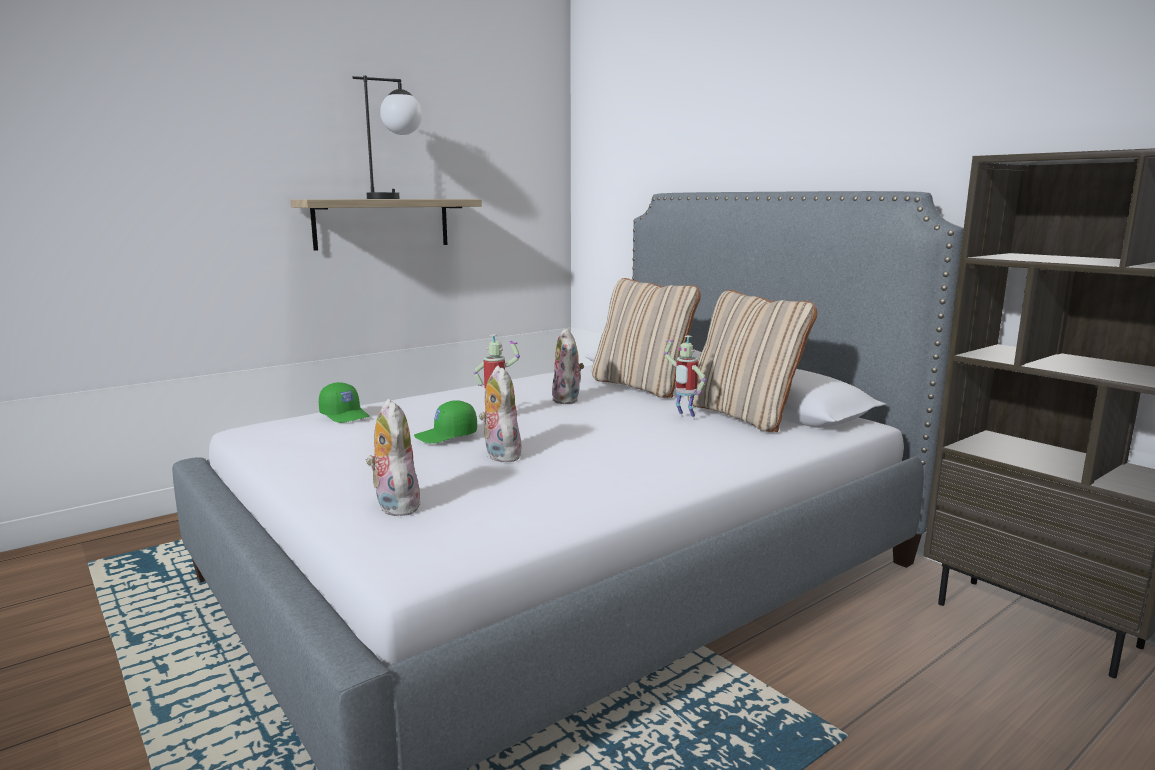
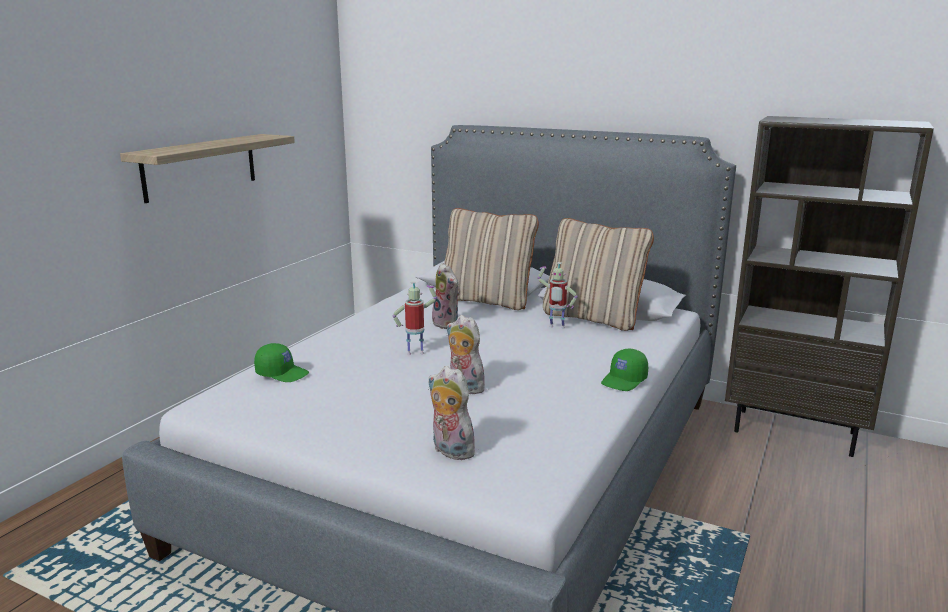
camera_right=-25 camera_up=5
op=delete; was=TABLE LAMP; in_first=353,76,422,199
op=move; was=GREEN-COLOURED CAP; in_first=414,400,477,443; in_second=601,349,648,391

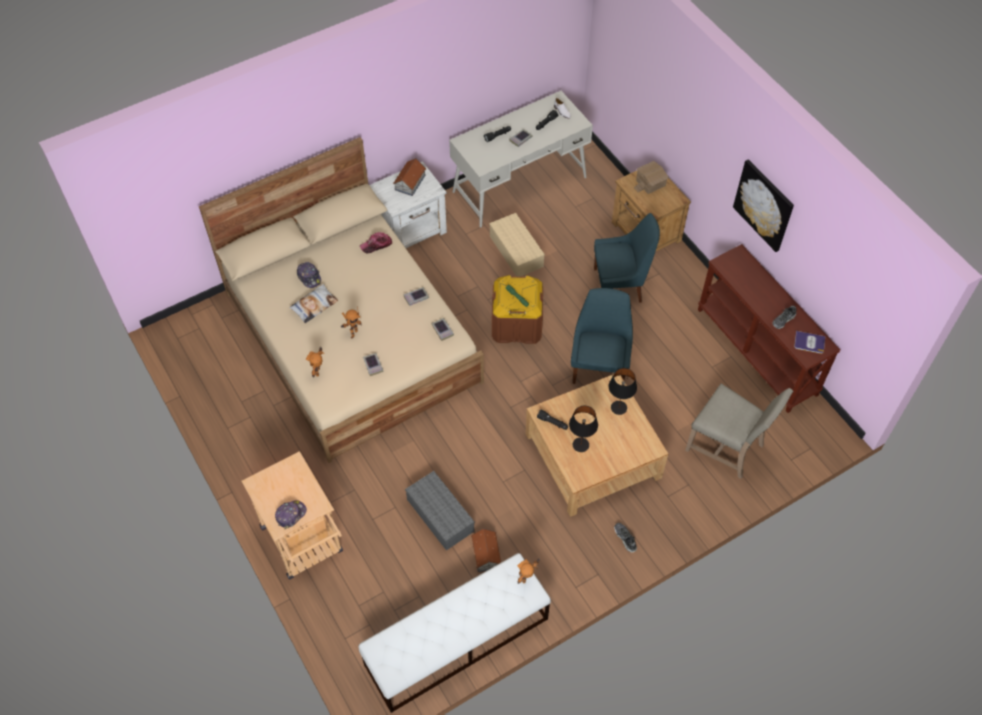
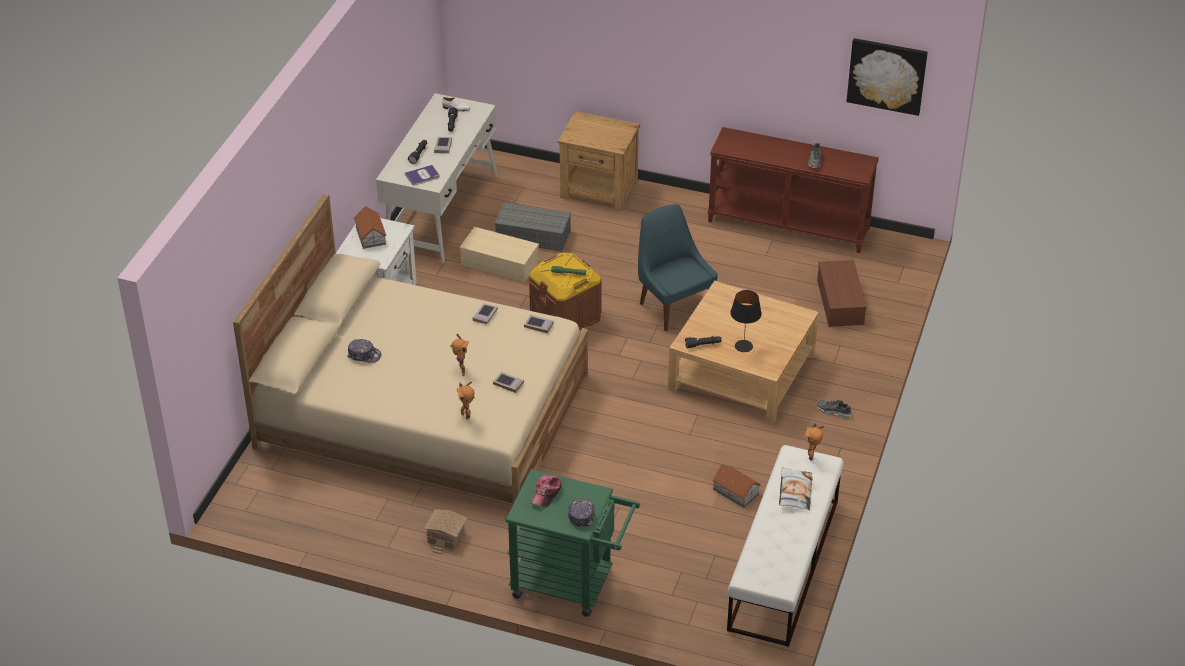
camera_right=-40 camera_up=-15
op=delete; was=BLUISH CHAIR; in_first=594,213,660,303
op=delete; was=BLACKISH TABLE LAMP; in_first=608,368,637,415
op=move; was=PILLOW; in_first=289,284,338,323; in_second=779,467,813,510
op=move; was=CAP; in_first=360,232,392,253; in_second=531,475,562,508
op=move; was=GRAY STORAGE BIN; in_first=405,471,475,550; in_second=494,202,571,251
op=move; was=TOY HOUSE; in_first=634,161,669,194; in_second=424,509,467,554
op=move; was=PICTURE; in_first=733,159,794,252; in_second=847,38,928,116
op=move; was=VOLUME; in_first=794,331,825,354; in_second=405,165,440,185
op=replace; was=BEIGE CHAIR; now=BROWN STORAGE BIN; in_first=685,384,793,479; in_second=817,260,867,327
op=recolor; was=BEIGE CART; now=GREEN-COLOURED CART; in_first=241,451,343,580; in_second=505,469,640,617

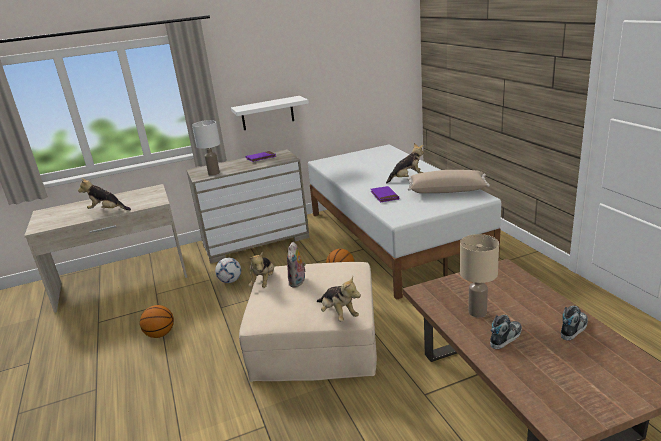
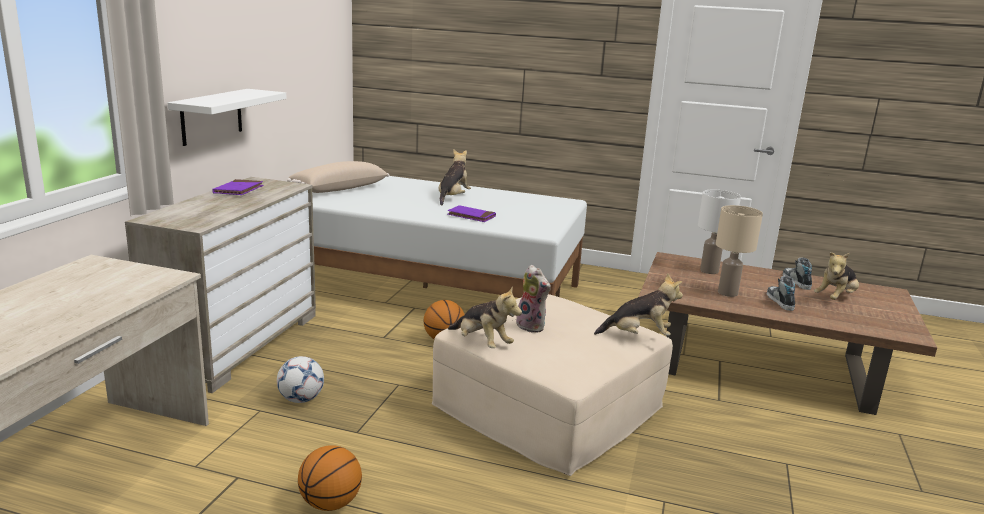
camera_right=-55 camera_up=-5
op=move; was=CUDDLY TOY; in_first=78,178,131,210; in_second=814,252,859,300
op=move; was=WHITISH TABLE LAMP; in_first=192,120,220,176; in_second=698,190,741,274
op=move; was=BEIGE PILLOW; in_first=408,170,490,193; in_second=287,161,389,193

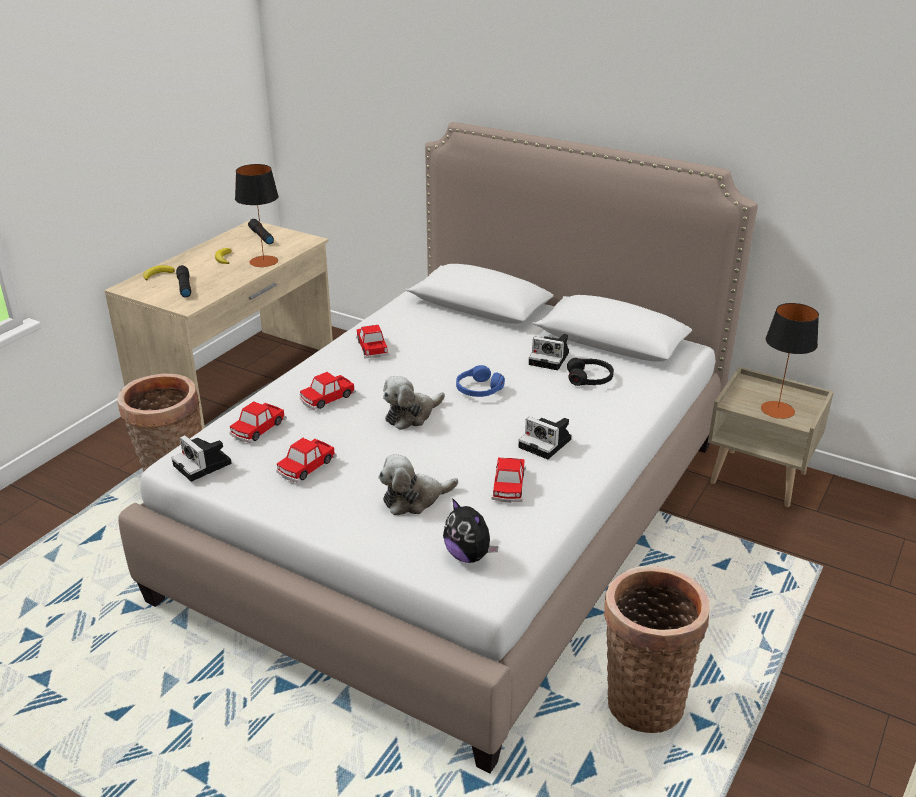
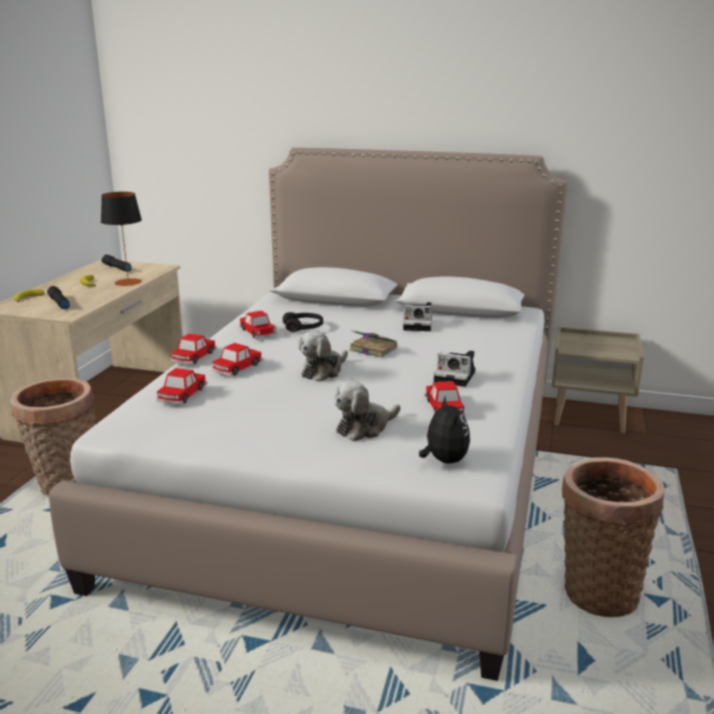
camera_right=-15 camera_up=-10
op=delete; was=STILL CAMERA; in_first=172,435,232,482
op=delete; was=TABLE LAMP; in_first=761,303,819,419
op=move; was=MINIATURE CAR; in_first=276,438,337,483; in_second=171,333,217,365
op=move; was=BLACKISH HEADSET; in_first=567,358,614,386; in_second=283,312,323,332
op=replace; was=BLUISH HEADSET; now=VOLUME; in_first=456,365,505,397; in_second=349,330,397,358
op=rotate; was=CUDDLY TOY; in_first=443,498,499,563; in_second=419,395,470,464; clockwise=-135

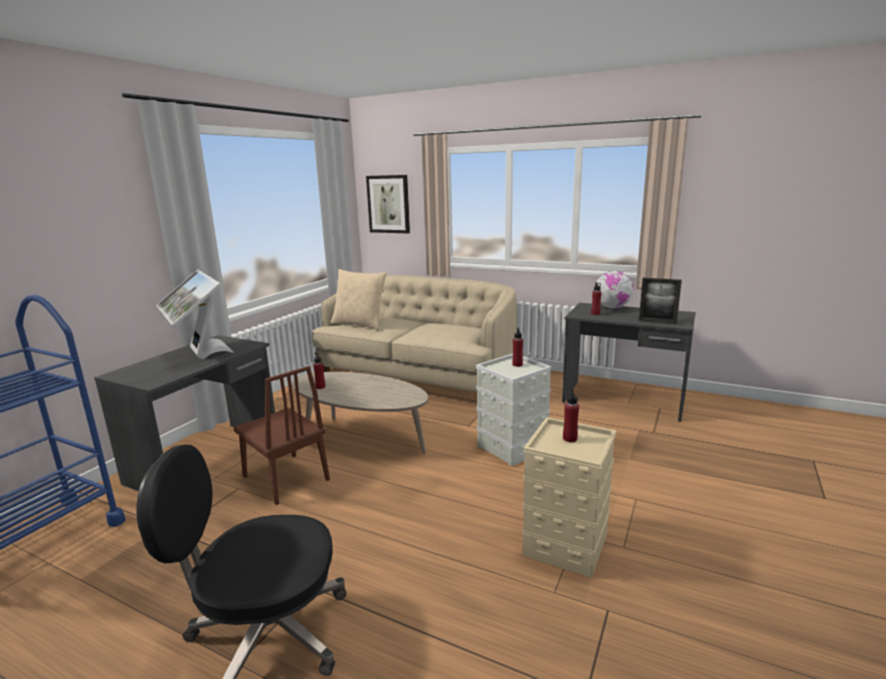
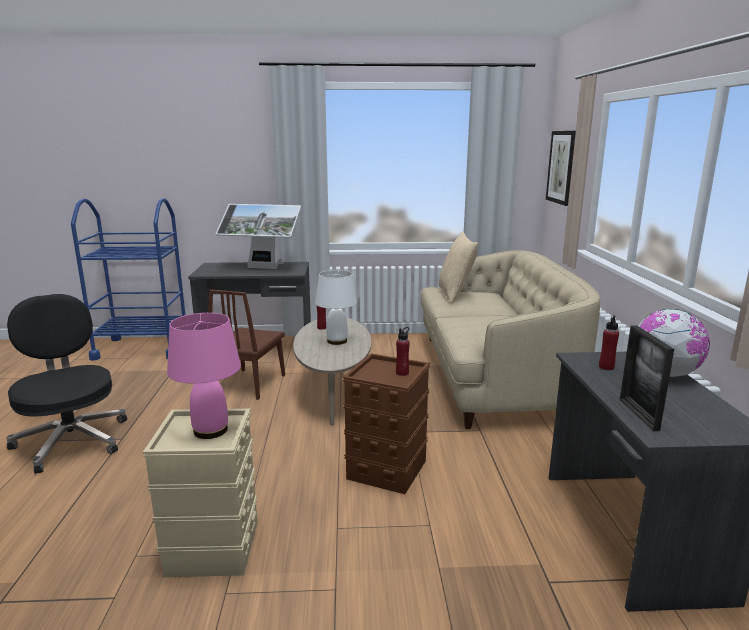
camera_right=60 camera_up=0
op=insert; now=WHITISH TABLE LAMP; in_second=315,270,357,345
op=replace; was=REDDISH DRINK BOTTLE; now=PINK TABLE LAMP; in_first=563,389,579,442; in_second=167,313,241,439
op=recolor; was=GRAY STORAGE BIN; now=BROWN STORAGE BIN; in_first=476,354,552,466; in_second=343,353,430,494
op=rotate; was=COMPUTER DISPLAY; in_first=156,270,234,359; in_second=216,204,301,269; clockwise=-105

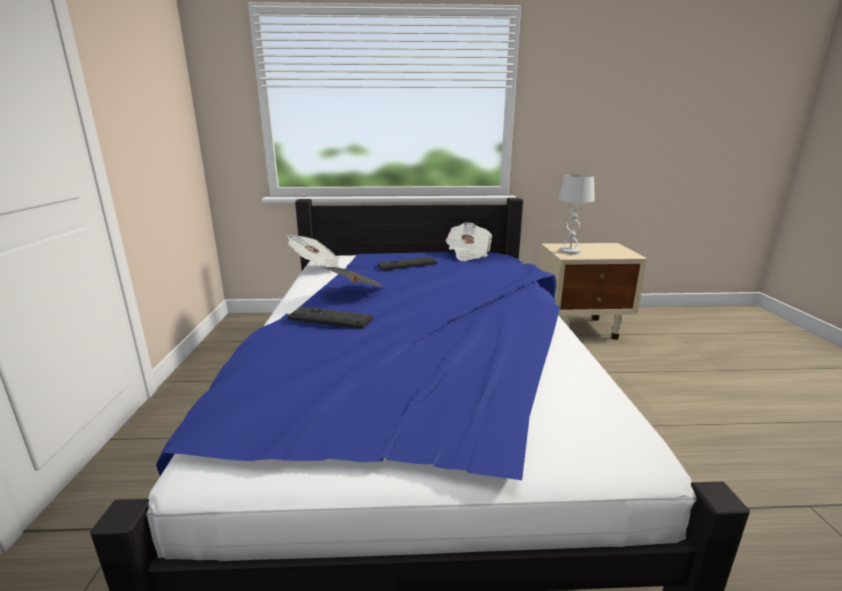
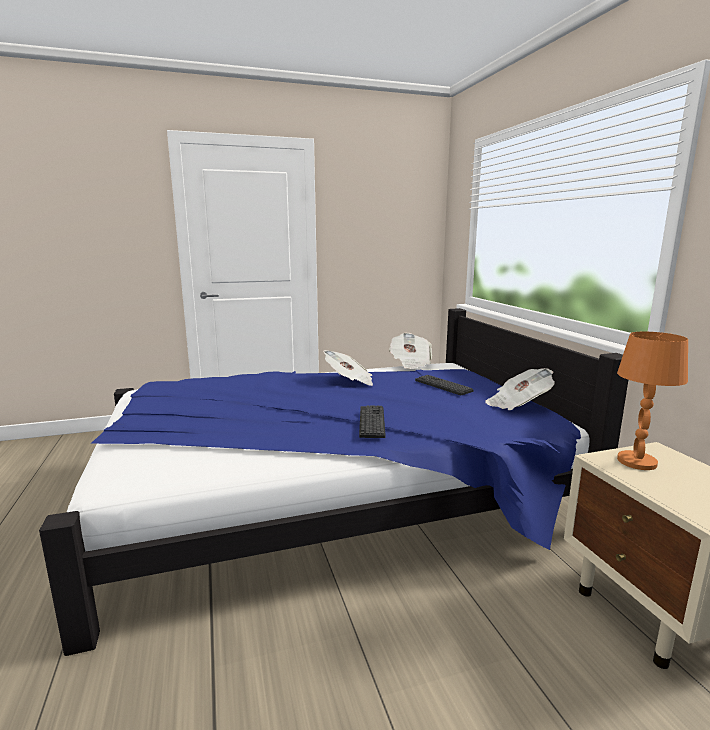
camera_right=75 camera_up=-5
op=move; was=PC KEYBOARD; in_first=287,307,373,329; in_second=359,406,385,438
op=recolor; was=WHITISH TABLE LAMP; now=ORANGE-COLOURED TABLE LAMP; in_first=558,174,595,254; in_second=617,332,688,470

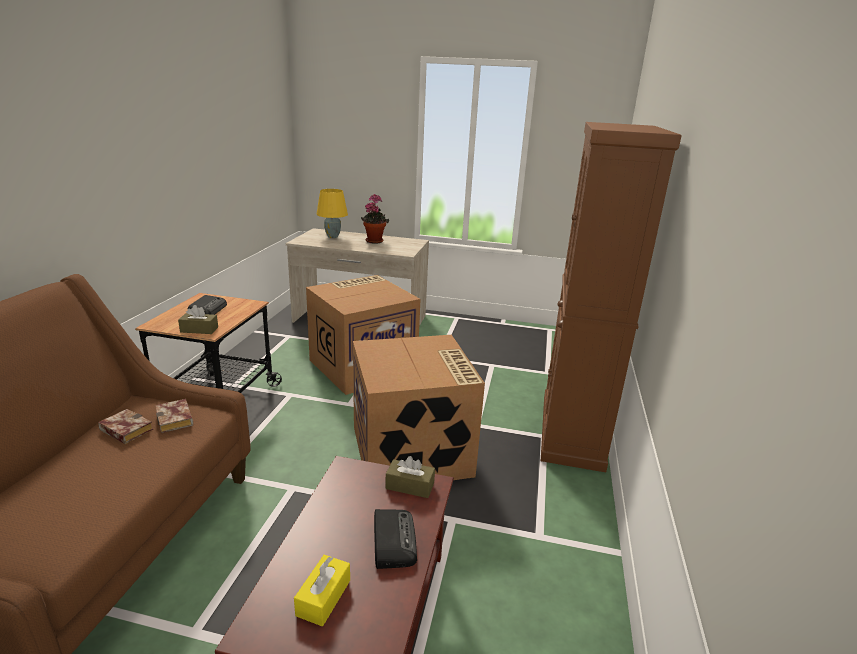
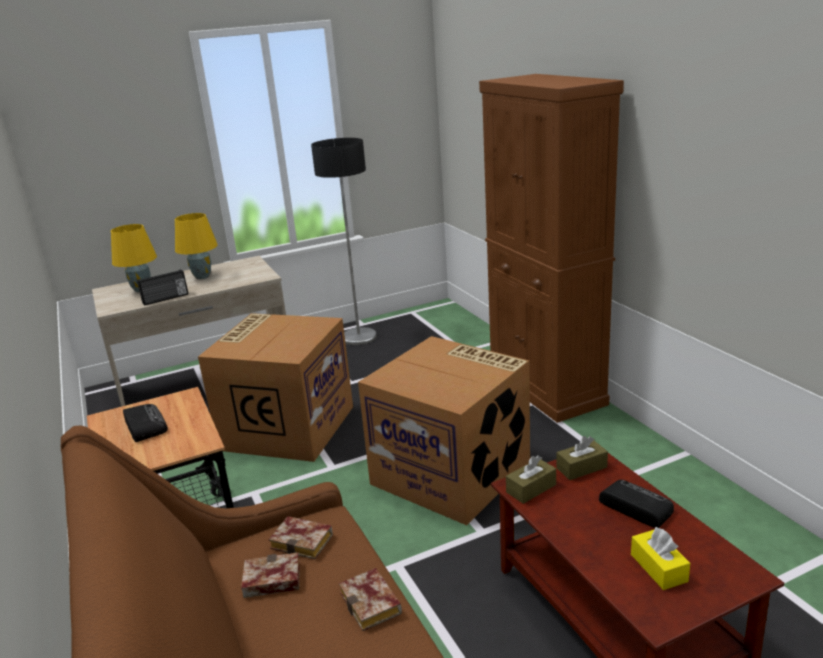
camera_right=-35 camera_up=0
op=insert; now=RADIO RECEIVER; in_second=137,270,188,306
op=insert; now=STANDING LAMP; in_second=311,138,377,345
op=insert; now=VOLUME; in_second=339,568,402,631
op=move; was=BROWN BOX OF TISSUES; in_first=178,305,218,334; in_second=506,455,556,504
op=replace; was=PLANT IN A POT; now=YELLOWISH TABLE LAMP; in_first=361,194,389,244; in_second=175,213,218,279

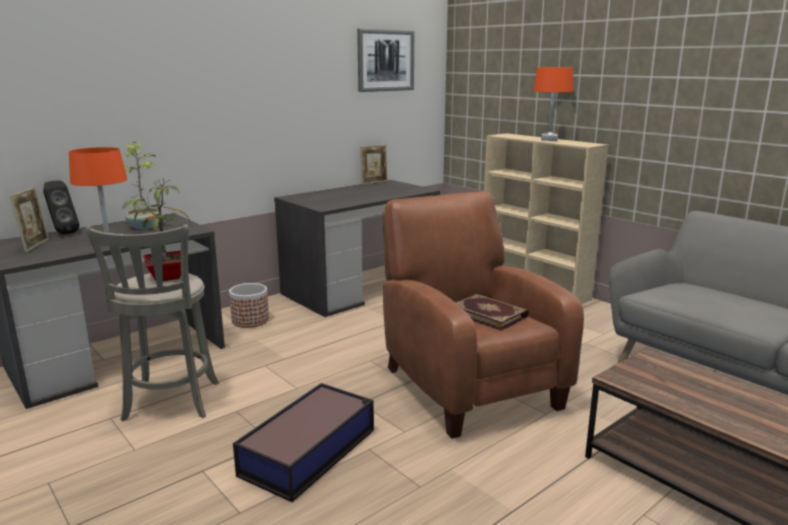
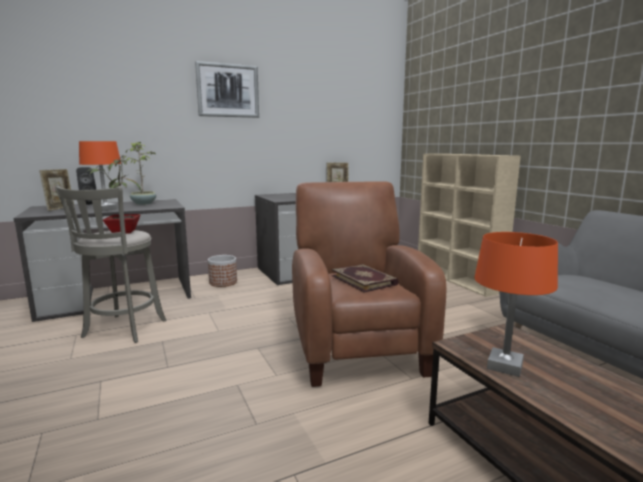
camera_right=15 camera_up=-5
op=delete; was=STORAGE BIN; in_first=233,383,374,502
op=move; was=PICTURE; in_first=357,29,414,92; in_second=195,61,259,118
op=move; was=ORANGE-COLOURED TABLE LAMP; in_first=533,67,573,141; in_second=474,232,558,377

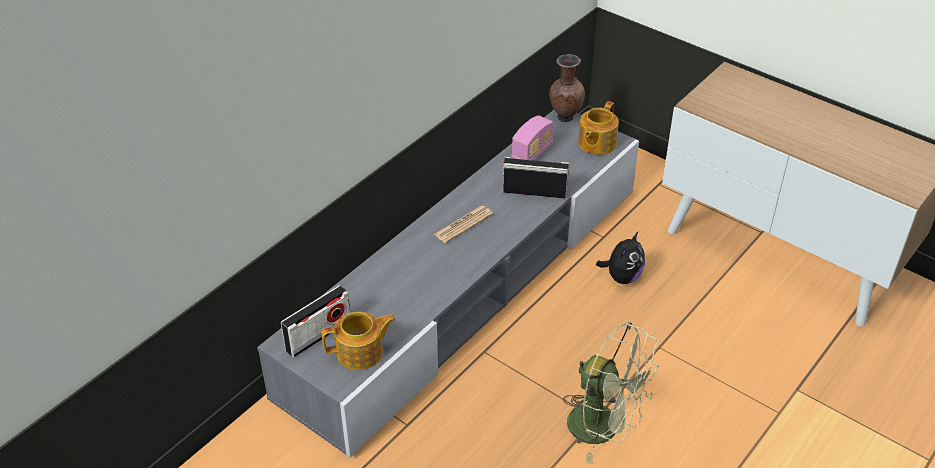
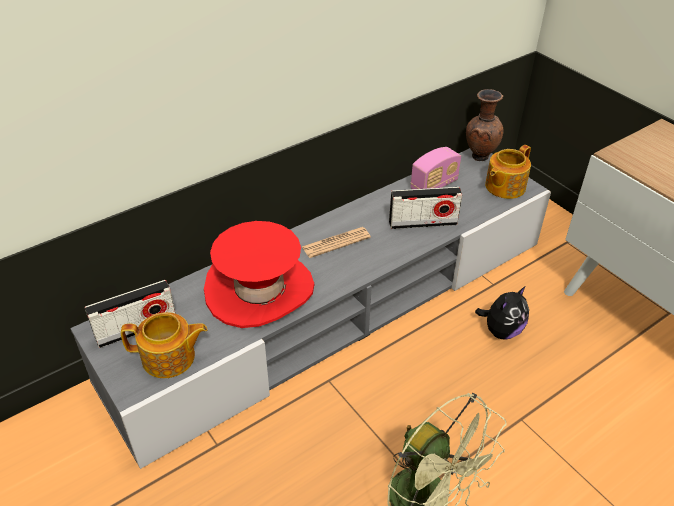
camera_right=15 camera_up=0
op=insert; now=REDDISH WEARABLE HAT; in_second=204,221,314,328
op=rotate; was=RADIO RECEIVER; in_first=503,157,569,199; in_second=389,187,462,229; clockwise=150

